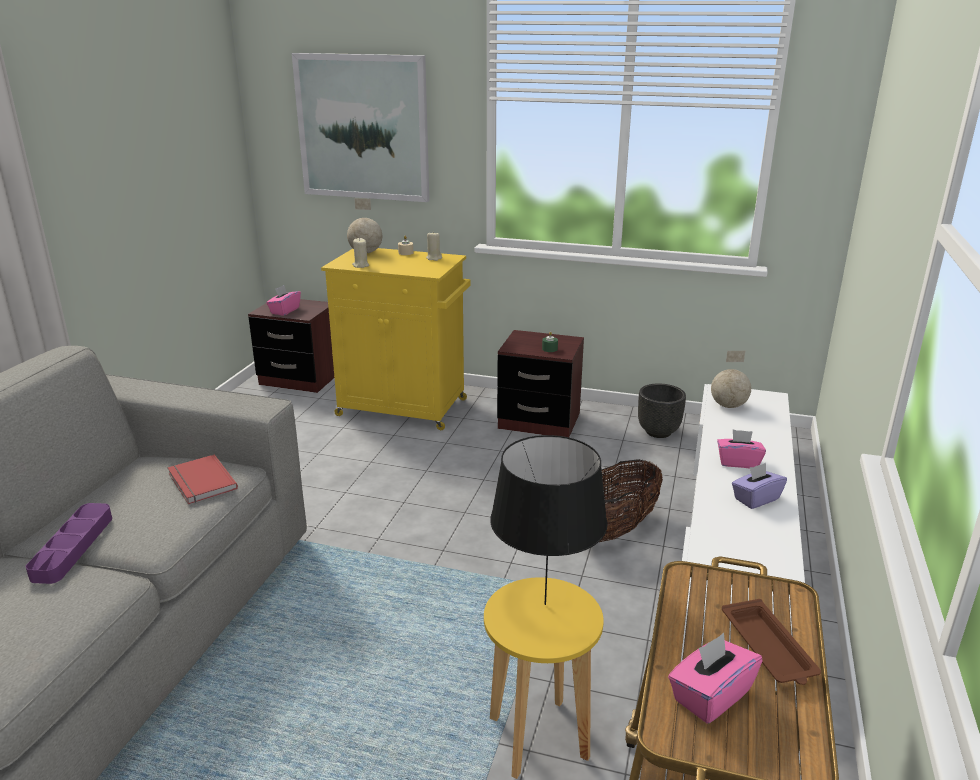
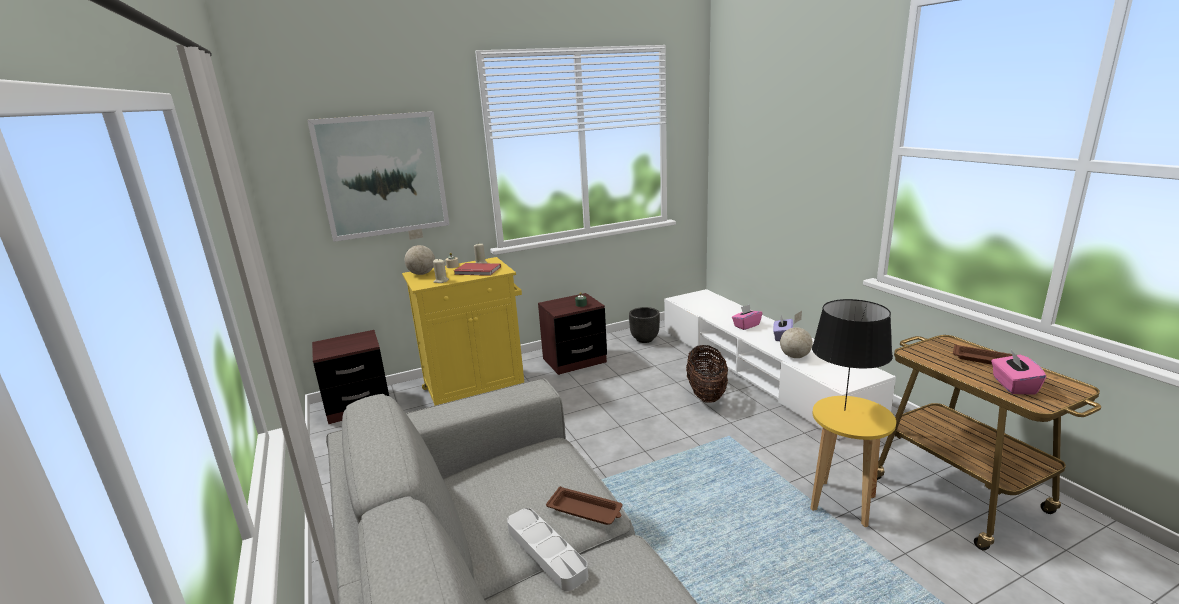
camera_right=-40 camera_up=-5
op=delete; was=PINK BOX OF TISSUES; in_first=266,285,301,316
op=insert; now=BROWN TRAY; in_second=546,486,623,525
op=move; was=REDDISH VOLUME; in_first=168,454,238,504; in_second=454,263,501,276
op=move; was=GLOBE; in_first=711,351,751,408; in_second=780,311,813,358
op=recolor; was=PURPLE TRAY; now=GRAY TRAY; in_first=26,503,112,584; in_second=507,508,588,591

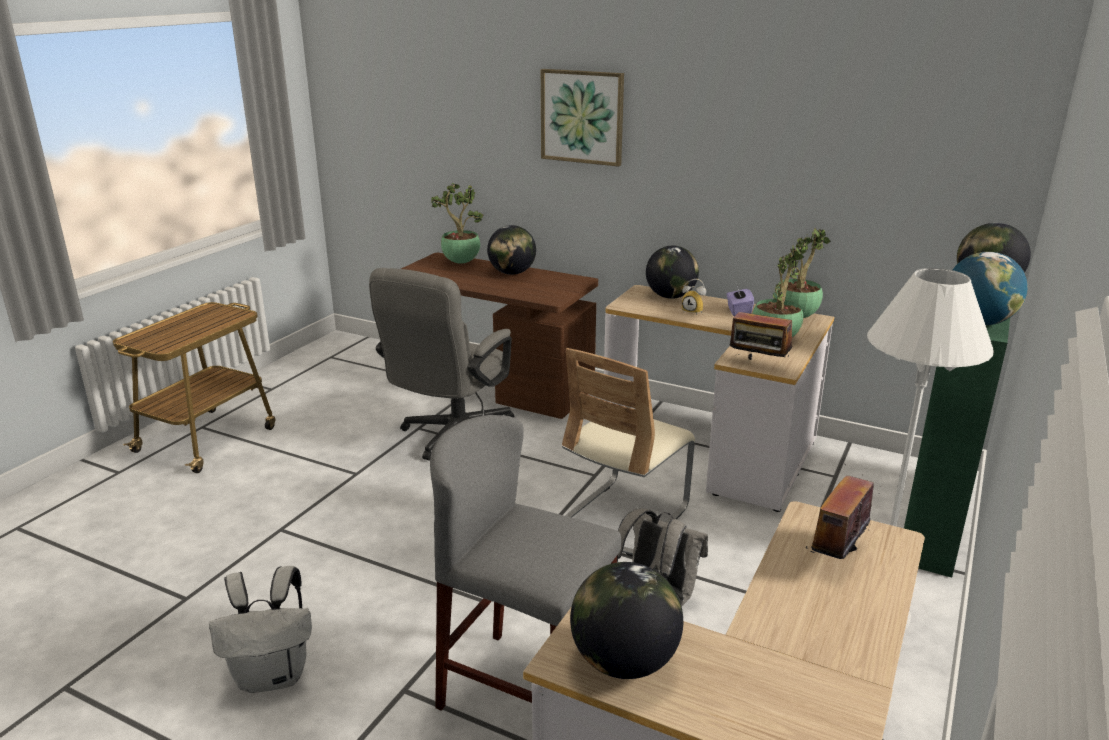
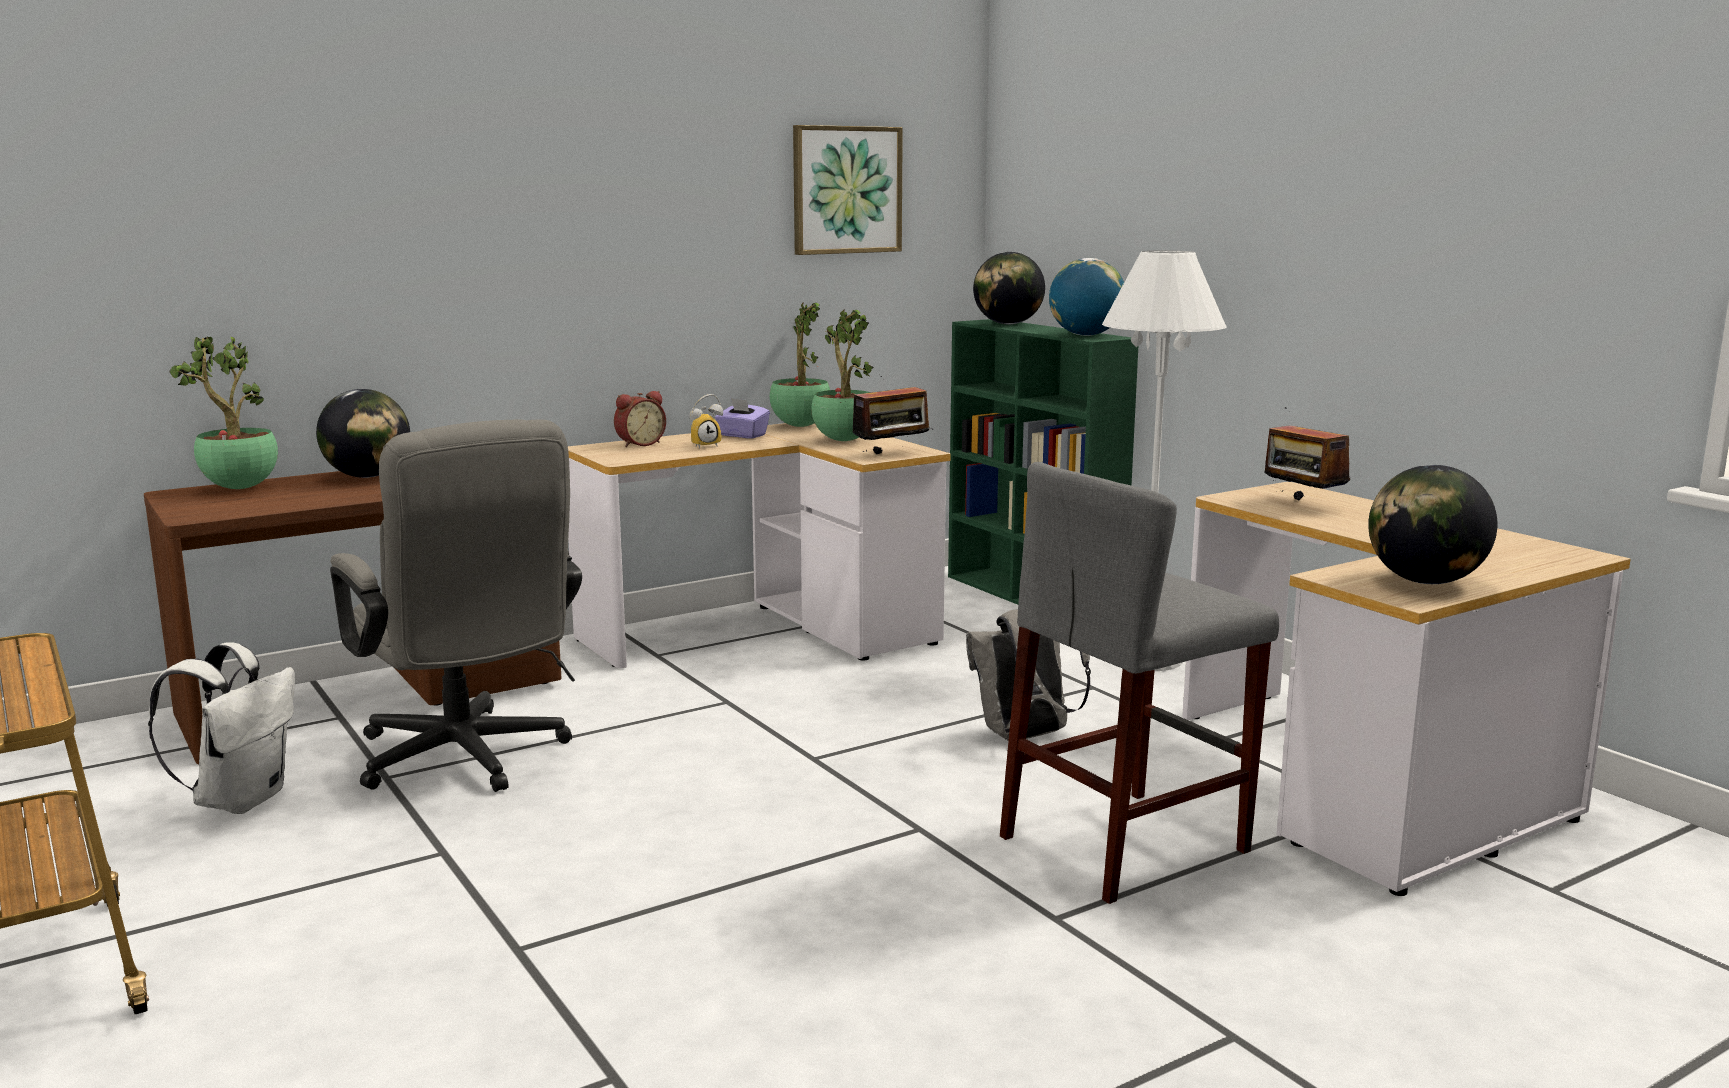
camera_right=-60 camera_up=-10
op=delete; was=BEIGE CHAIR; in_first=562,348,695,556
op=move; was=WHITISH RUCKSACK; in_first=209,566,312,693; in_second=148,642,295,814
op=move; was=PICTURE; in_first=541,69,624,167; in_second=793,125,903,255
op=replace; was=GLOBE; now=ALARM CLOCK; in_first=646,246,699,299; in_second=614,391,666,447

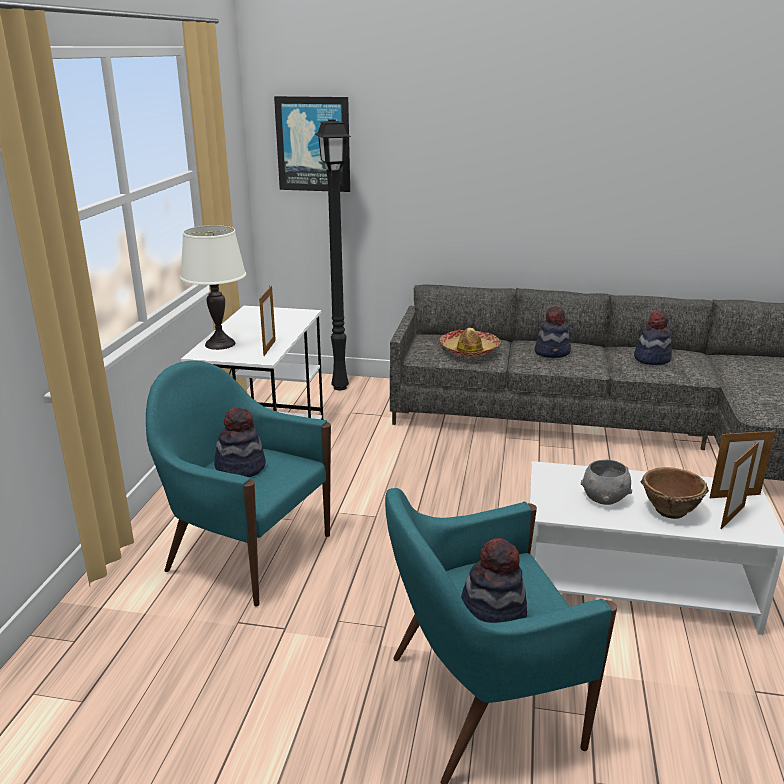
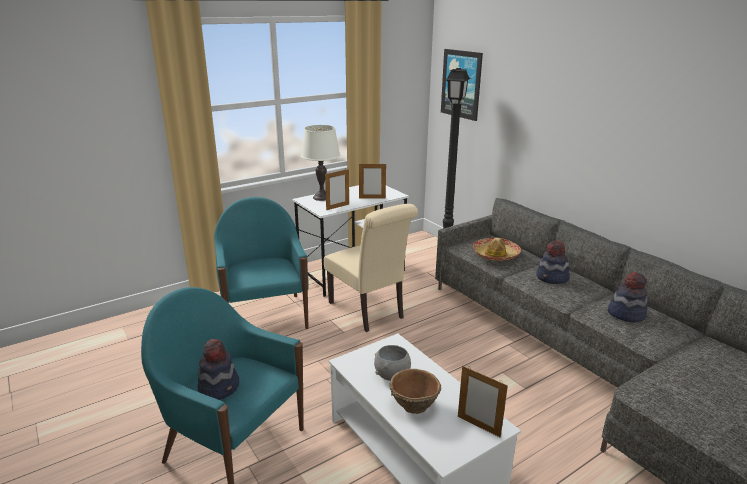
camera_right=45 camera_up=0
op=delete; was=WEARABLE HAT; in_first=214,407,266,477
op=insert; now=BEIGE CHAIR; in_second=324,204,418,332
op=move; was=STANDING FRAME; in_first=720,442,759,529; in_second=359,164,386,199

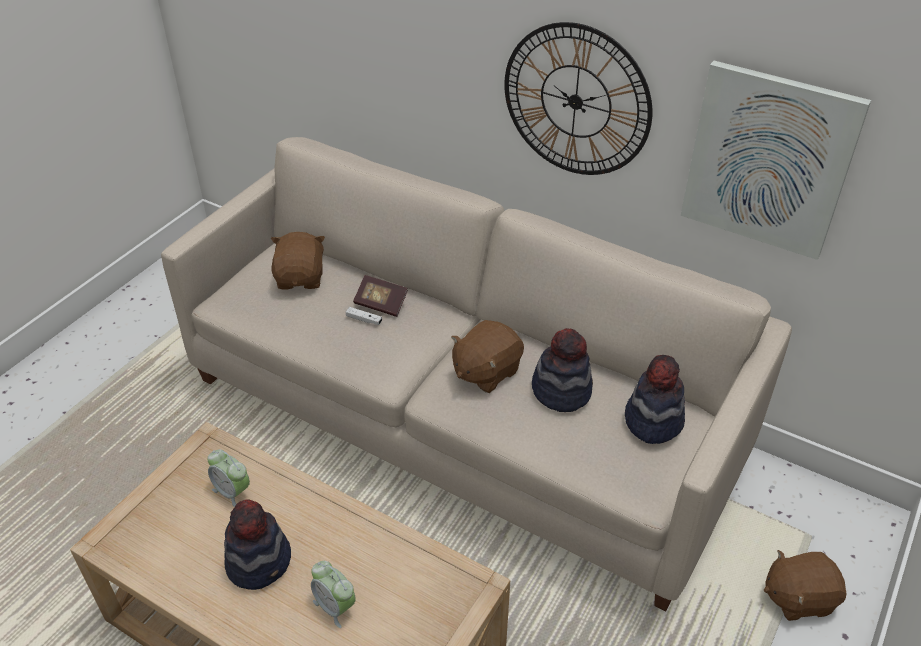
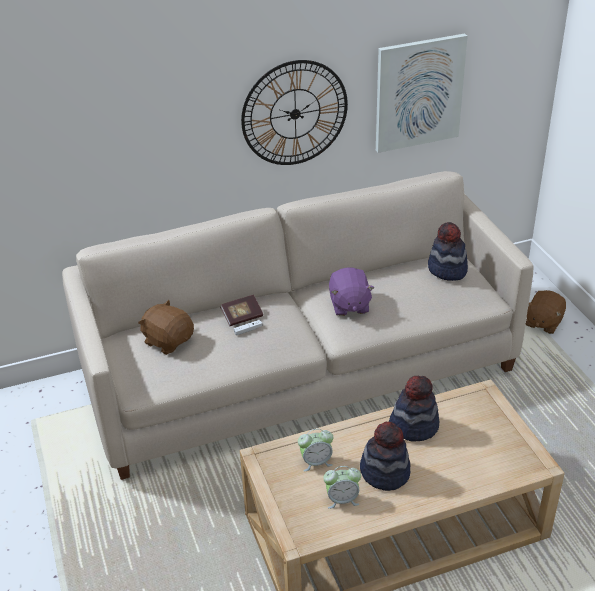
camera_right=-50 camera_up=-5
op=move; was=ALARM CLOCK; in_first=311,561,356,628; in_second=323,466,361,509
op=move; was=WEARABLE HAT; in_first=532,328,593,412; in_second=389,376,439,441
op=recolor; was=BROWN CUDDLY TOY; now=PURPLE CUDDLY TOY; in_first=451,320,524,393; in_second=329,267,374,316

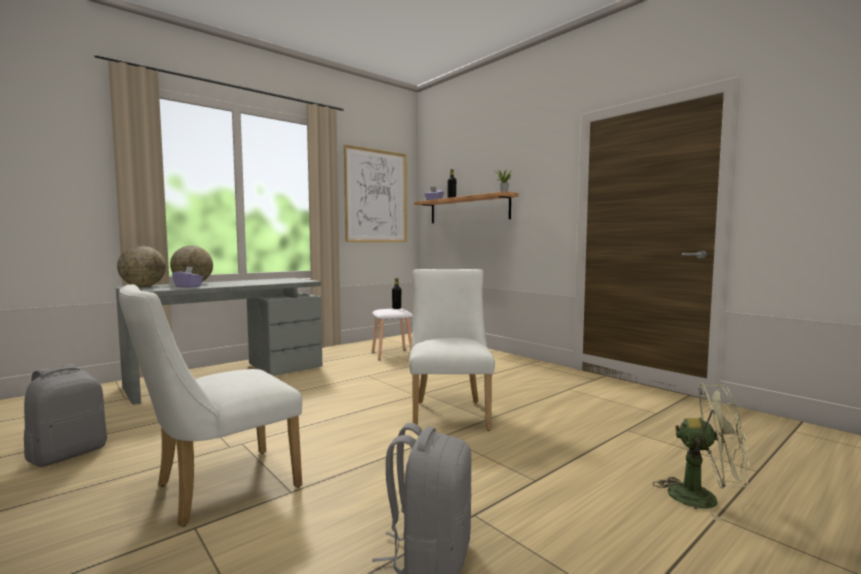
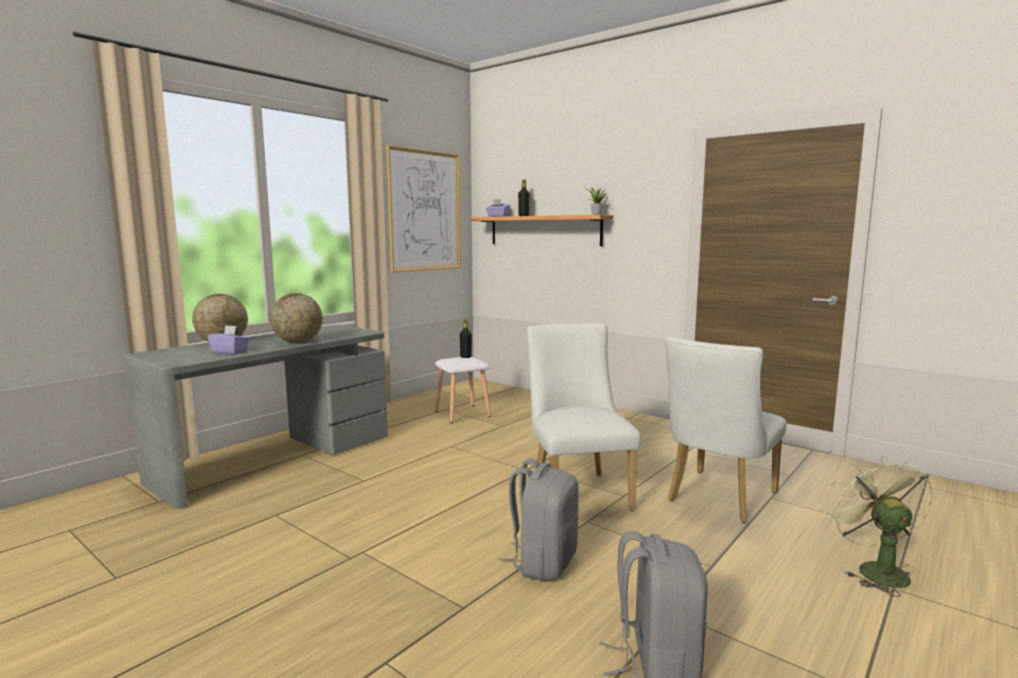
camera_right=-10 camera_up=5
op=move; was=GRAY RUCKSACK; in_first=24,364,107,467; in_second=498,459,579,581
op=move; was=GLOBE; in_first=117,246,166,287; in_second=270,293,323,343
op=move; was=WHITISH CHAIR; in_first=119,284,302,527; in_second=665,337,787,523
op=rotate; was=GREEN-COLOURED FAN; in_first=653,383,749,521; in_second=826,455,933,597; clockwise=-105

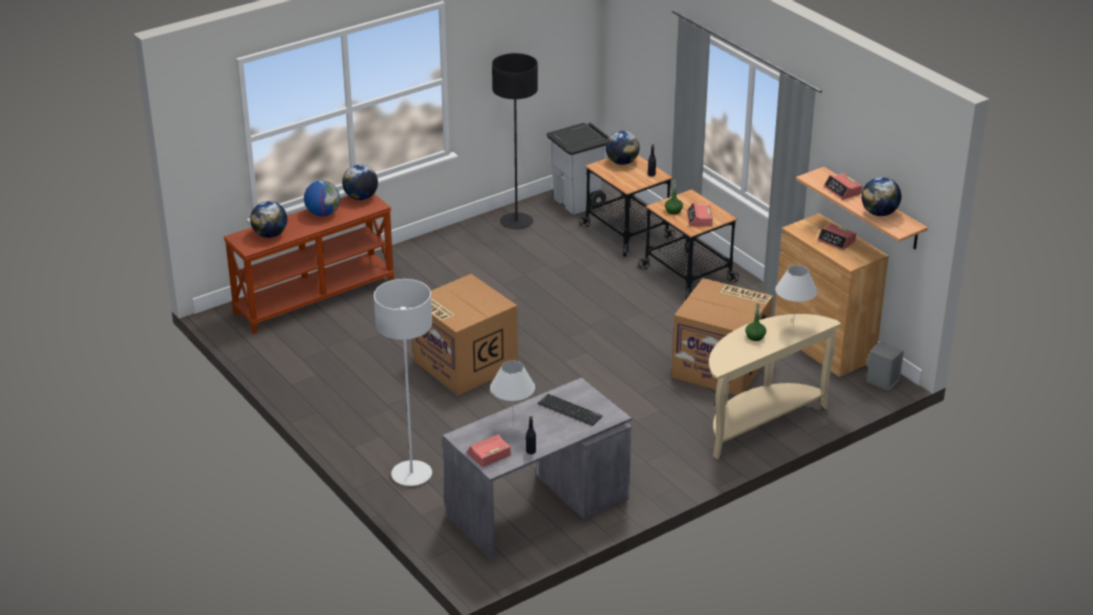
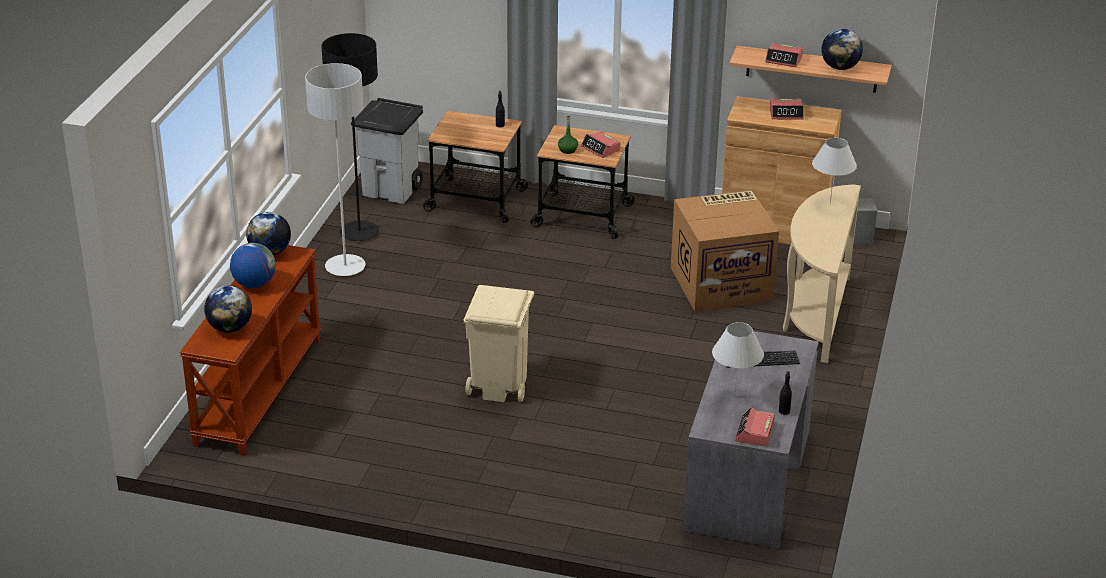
camera_right=-40 camera_up=0
op=delete; was=GLOBE; in_first=606,131,639,165
op=delete; was=GREEN-COLOURED DRINK BOTTLE; in_first=745,302,766,341
op=move; was=GRAY STANDING LAMP; in_first=374,279,432,486; in_second=305,63,366,276
op=replace; was=CARDBOARD BOX; now=BEIGE RUBBISH BIN; in_first=413,274,518,395; in_second=464,285,534,402

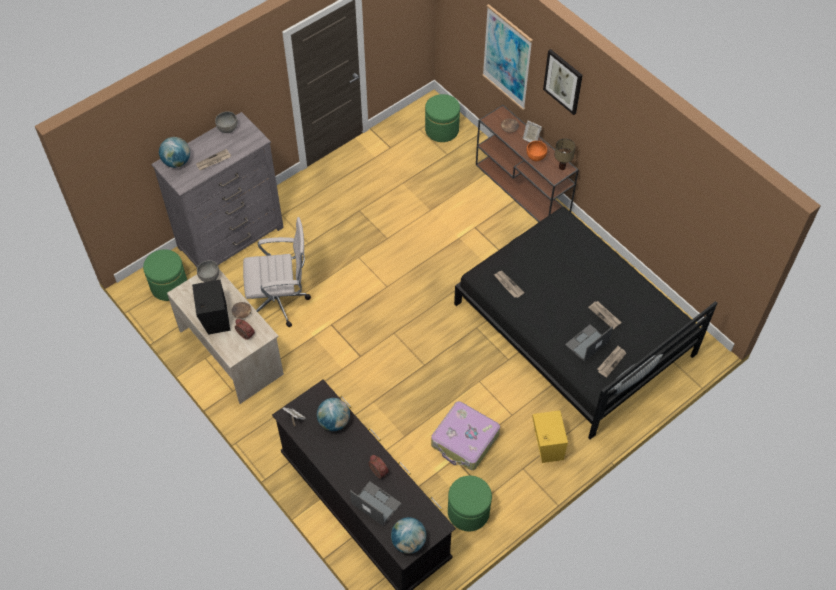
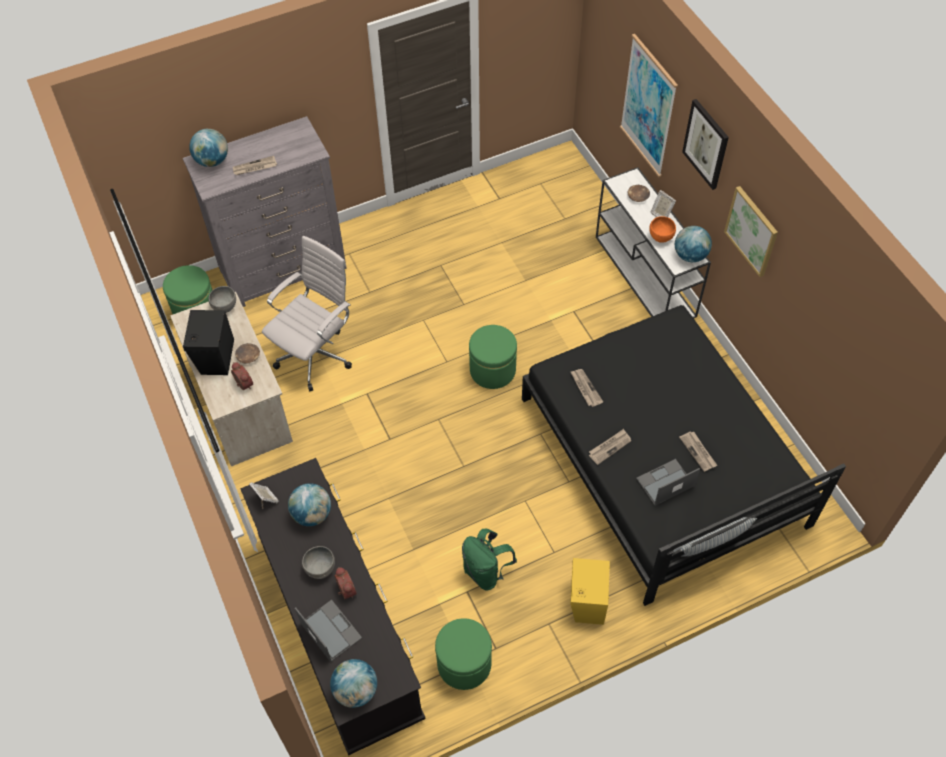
camera_right=15 camera_up=0
op=insert; now=PICTURE; in_second=724,186,778,277
op=move; was=GRAY DEEP DISH; in_first=215,111,238,133; in_second=302,546,335,579
op=move; was=GREEN-COLOURED OTTOMAN; in_first=425,94,460,142; in_second=469,325,517,389
op=move; was=PRINTED PAPER; in_first=597,346,626,377; in_second=589,429,631,465
op=replace; was=SUITCASE; now=GREEN-COLOURED RUCKSACK; in_first=431,401,500,470; in_second=462,529,517,590
op=replace; was=TABLE LAMP; now=GLOBE; in_first=554,139,576,170; in_second=675,226,712,262
op=recolor; was=BROWN HALL TABLE; now=WHITISH HALL TABLE; in_first=476,105,579,222; in_second=596,167,711,318
op=rotate; was=WHITISH OFFICE CHAIR; in_first=243,217,311,328; in_second=262,236,352,391; clockwise=-60

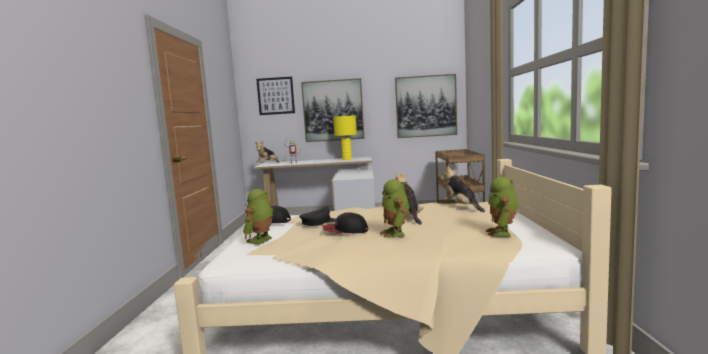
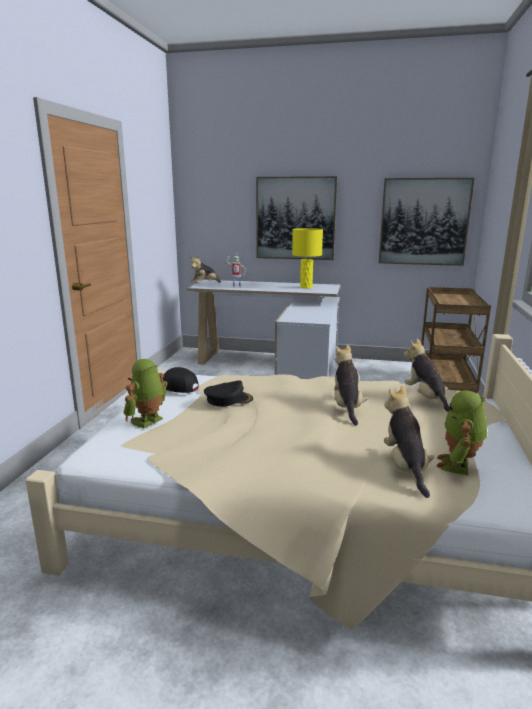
camera_right=10 camera_up=10
op=delete; was=PICTURE; in_first=256,77,295,115
op=delete; was=CAP; in_first=322,212,368,233
op=delete; was=TOY ROBOT; in_first=380,179,409,238
op=insert; now=CUDDLY TOY; in_second=384,386,434,498

